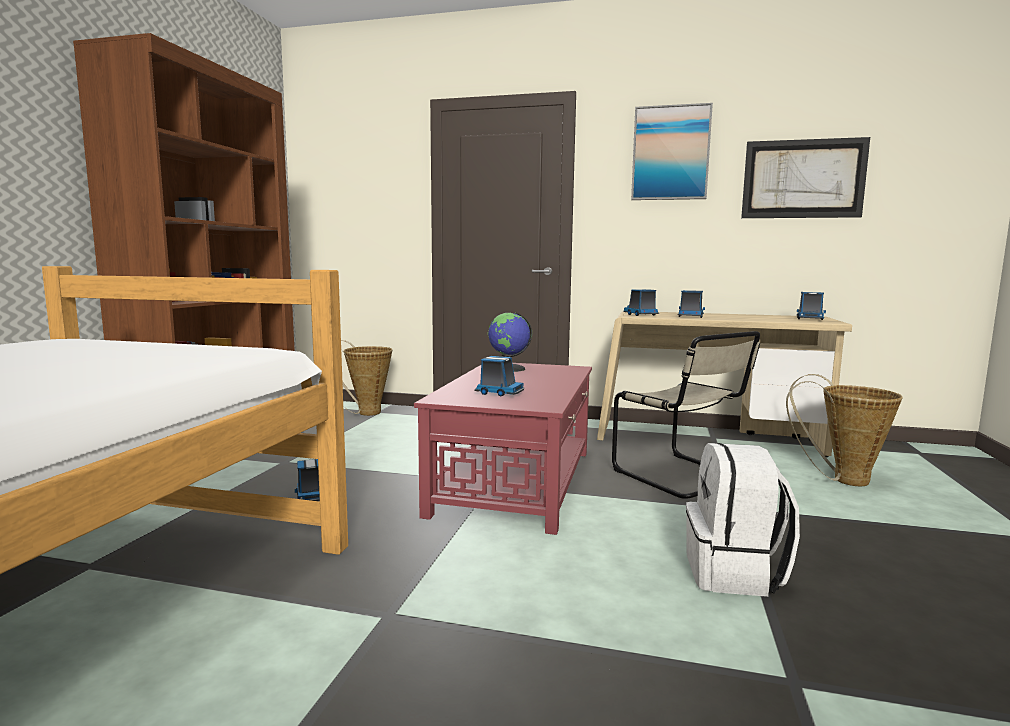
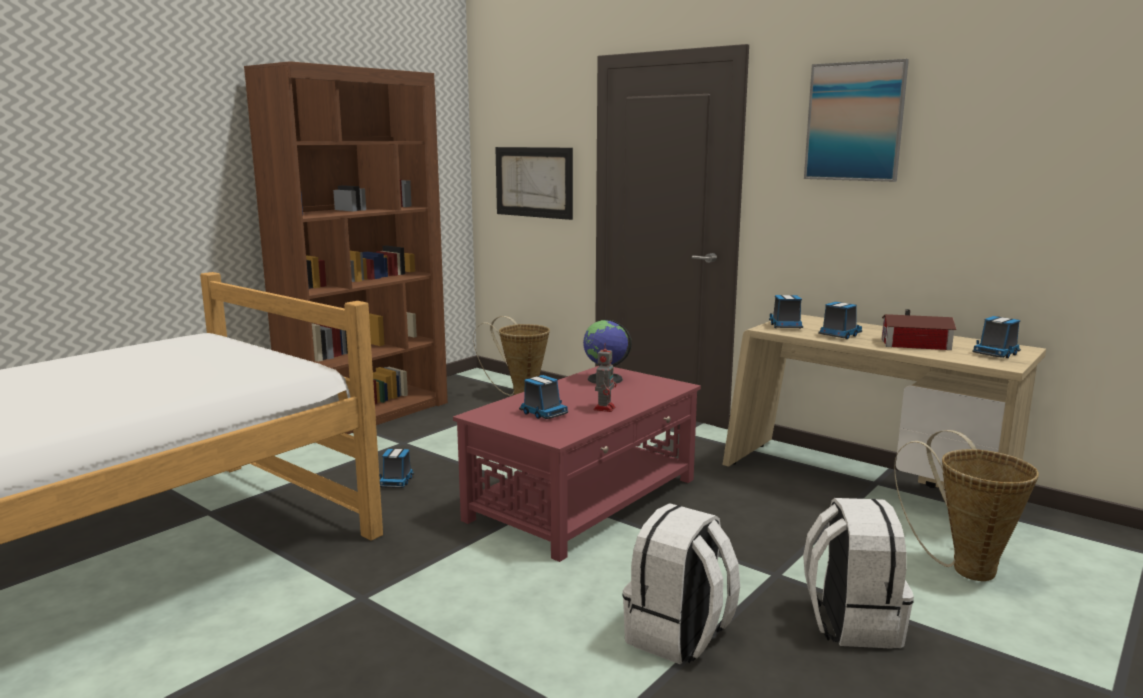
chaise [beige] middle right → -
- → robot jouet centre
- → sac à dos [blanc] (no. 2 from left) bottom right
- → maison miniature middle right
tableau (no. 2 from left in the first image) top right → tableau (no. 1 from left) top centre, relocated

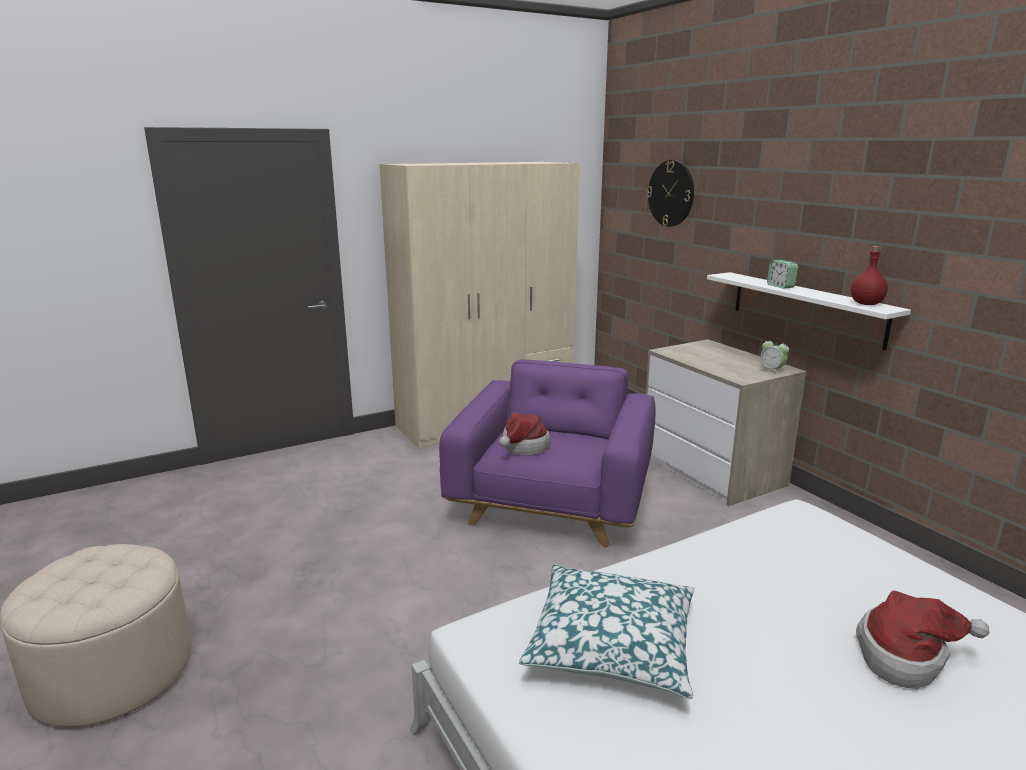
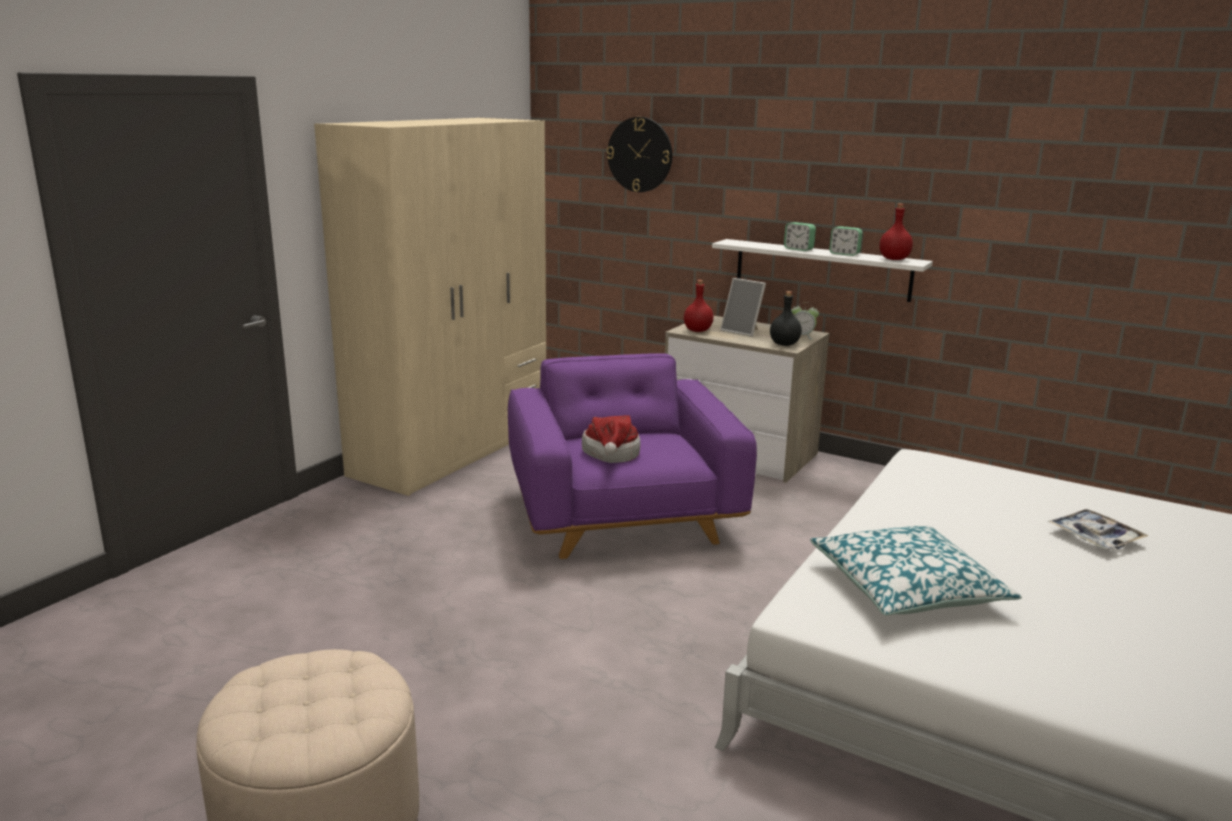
- → bouteille [rouge] (no. 1 from left) centre
- → cadre photo centre
- → bouteille [noir] centre
- → réveil (no. 3 from left) top right
chapeau (no. 2 from left) bottom right → plateau middle right

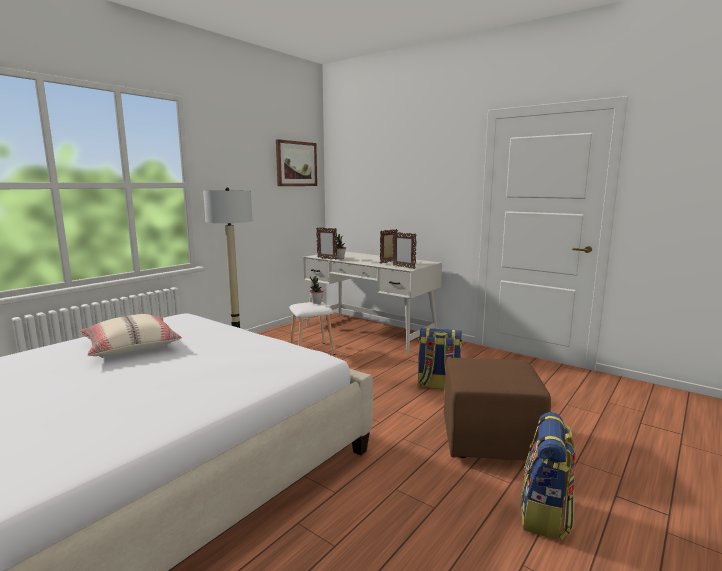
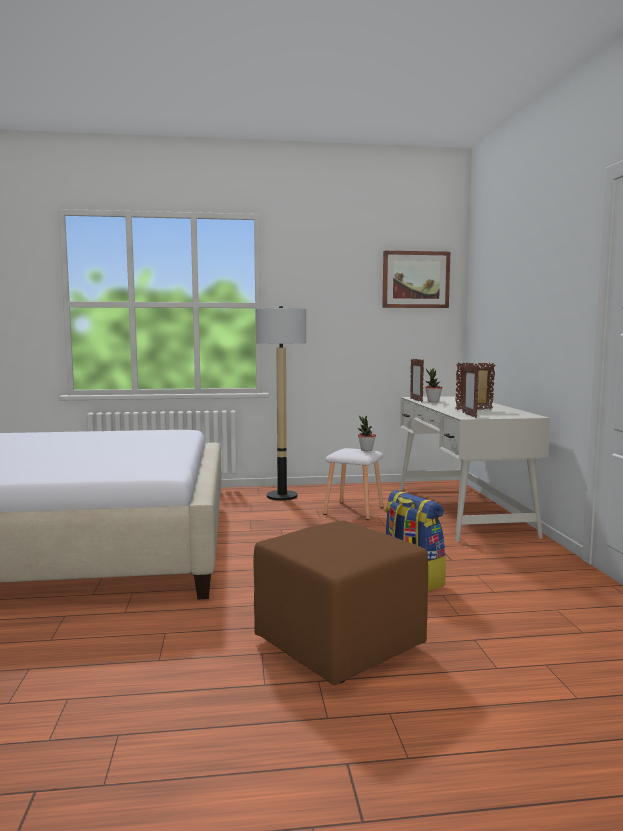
coussin [beige] middle left → -
sac à dos (no. 2 from left) bottom right → -

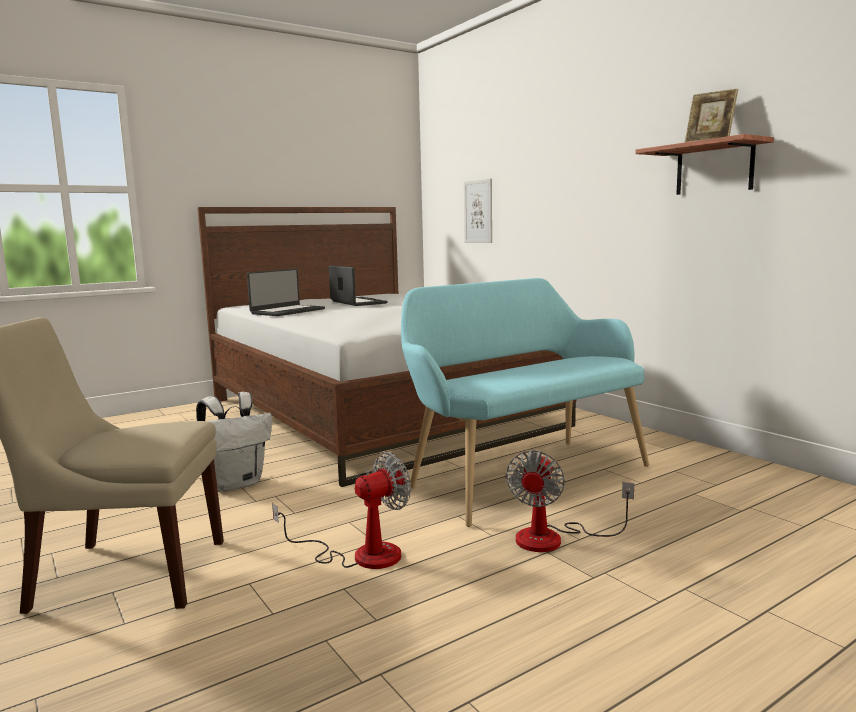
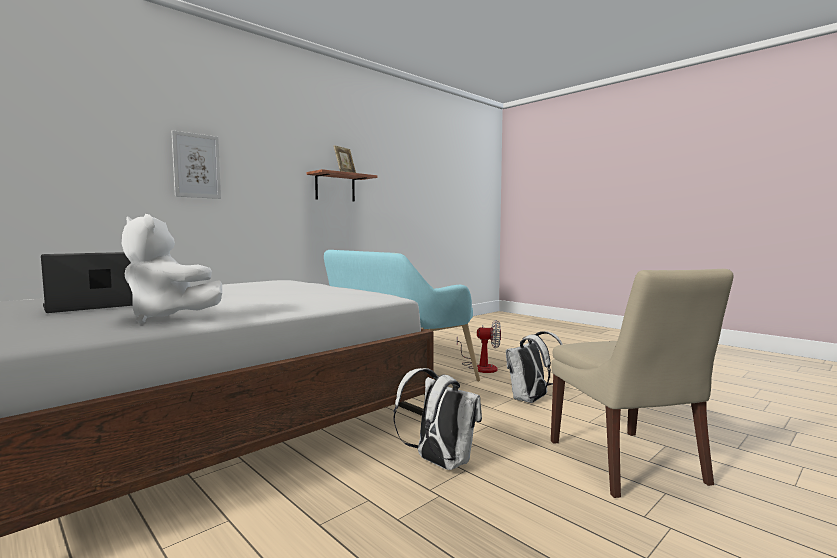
tableau top centre → tableau top left, relocated
ordinateur portable (no. 1 from left) centre → peluche [blanc] middle left
ventilateur (no. 1 from left) bottom centre → sac à dos [blanc] (no. 2 from left) centre

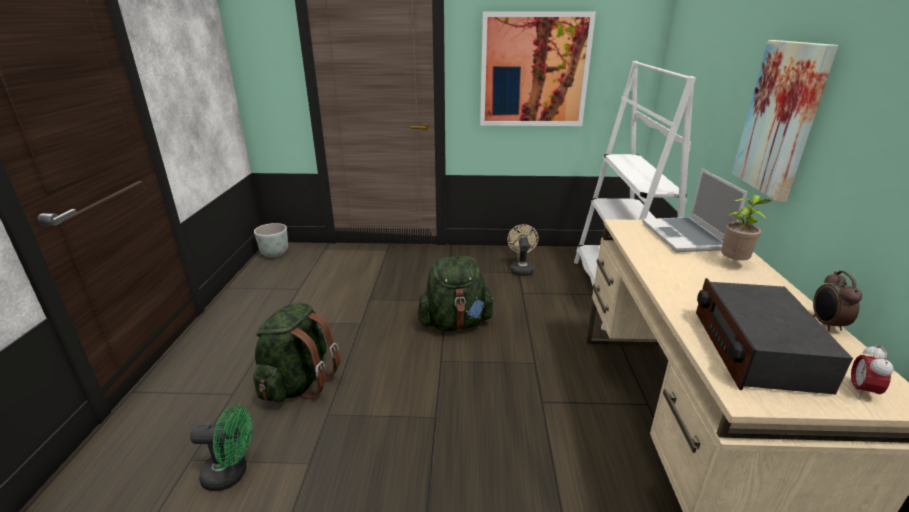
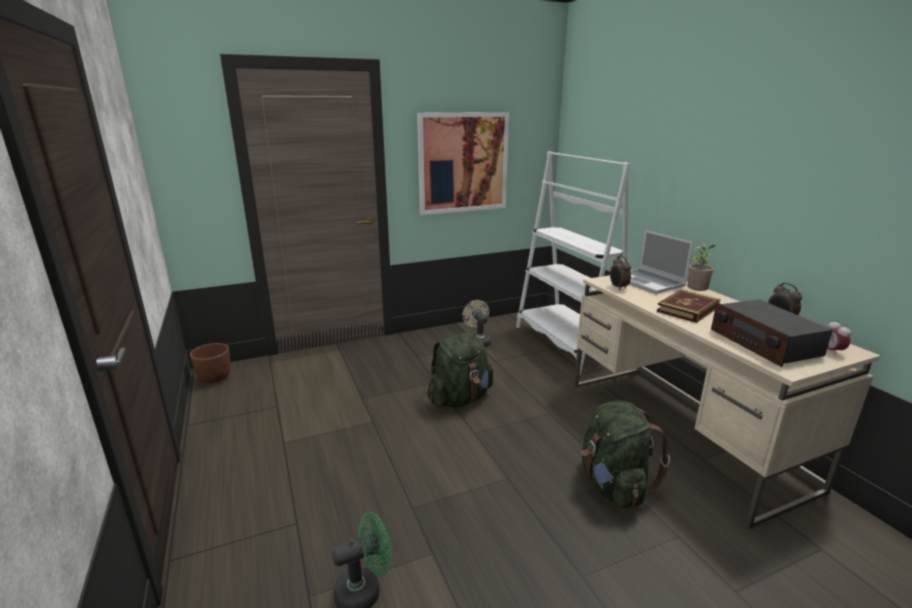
tableau (no. 2 from left) top right → -
- → réveil (no. 1 from left) middle right
- → livre middle right
sac à dos [vert] (no. 1 from left in the first image) bottom left → sac à dos [vert] (no. 2 from left) bottom right, relocated
cache-pot [gris] middle left → cache-pot [marron] middle left

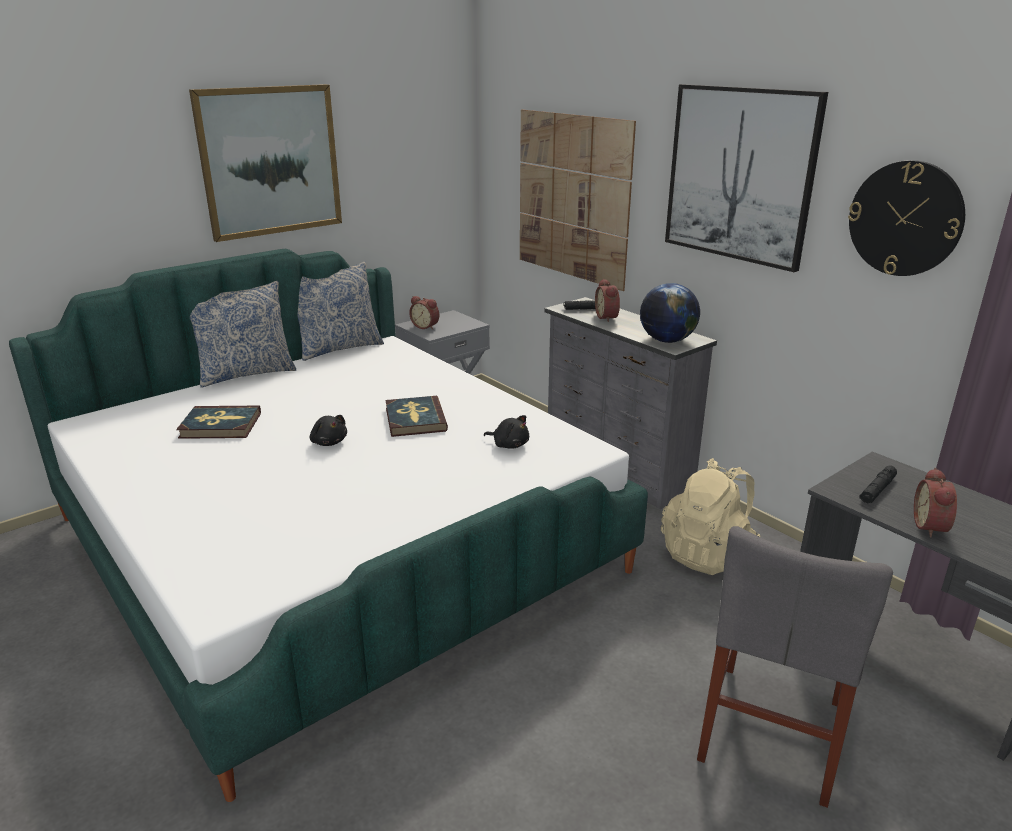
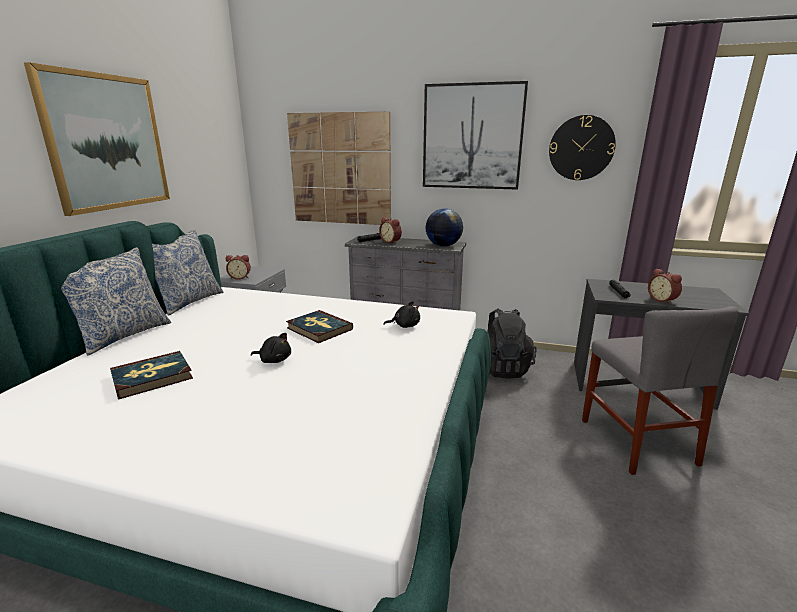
sac à dos [beige] middle right → sac à dos [noir] centre

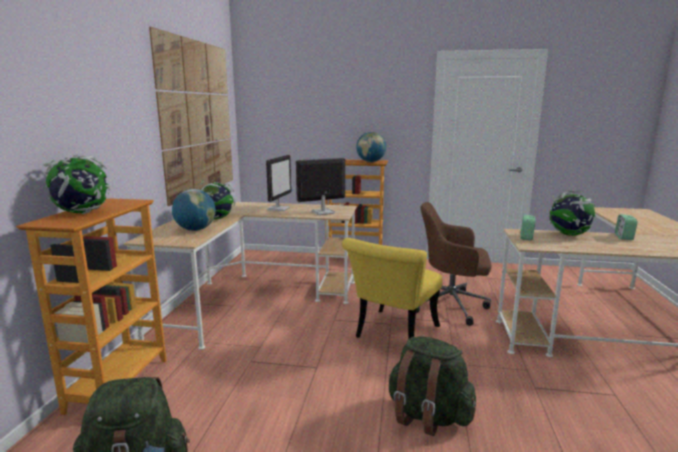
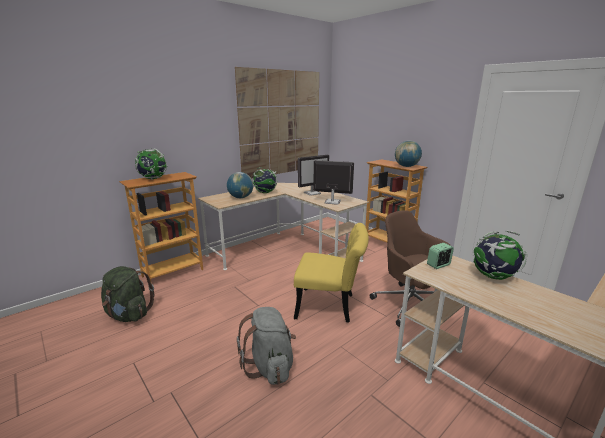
réveil (no. 2 from left) middle right → -
sac à dos [vert] (no. 2 from left) bottom centre → sac à dos [gris] bottom centre
chaise [jaune] centre, 150 degrees counterclockwise

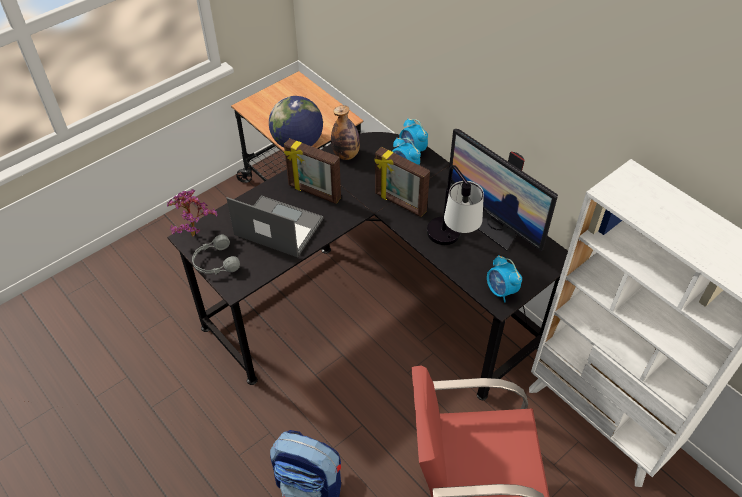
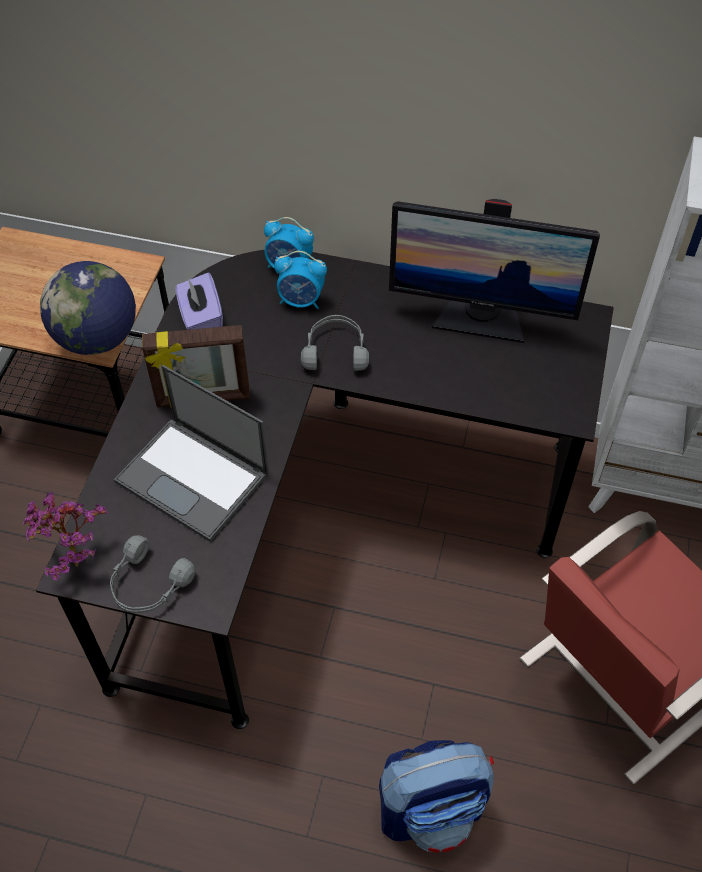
lampe de table centre → -
réveil (no. 3 from left) middle right → -
bouteille top centre → boîte à mouchoirs [violet] middle left
cadre photo (no. 2 from left) centre → casque audio [gris] (no. 2 from left) centre
ordinateur portable centre → ordinateur portable middle left, 135 degrees counterclockwise

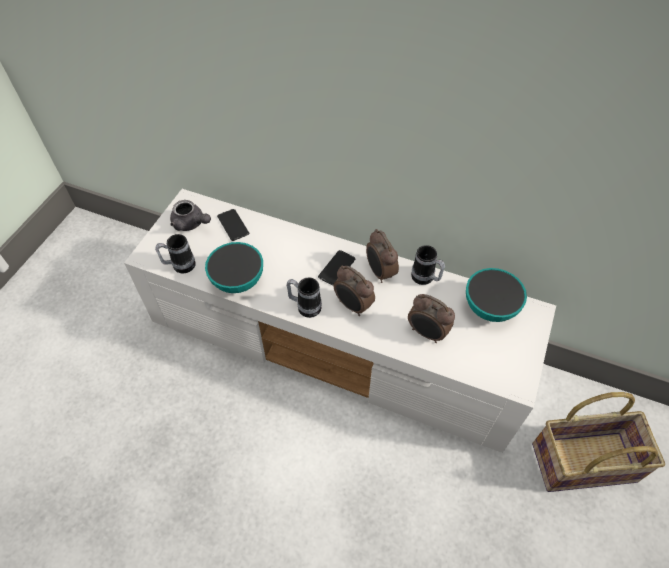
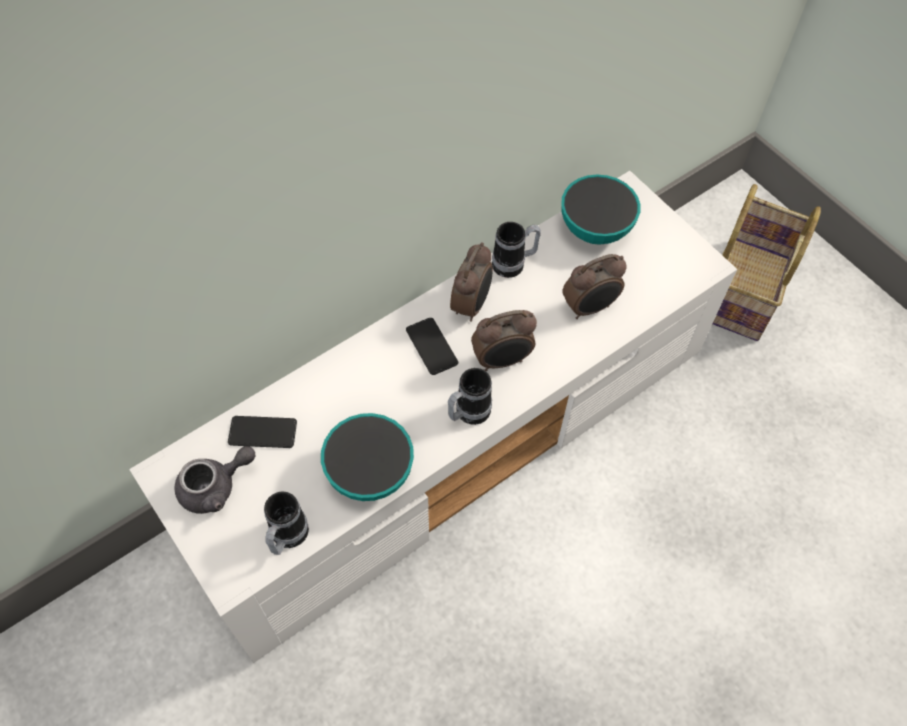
réveil (no. 2 from left in the first image) centre → réveil (no. 1 from left) centre, 75 degrees counterclockwise

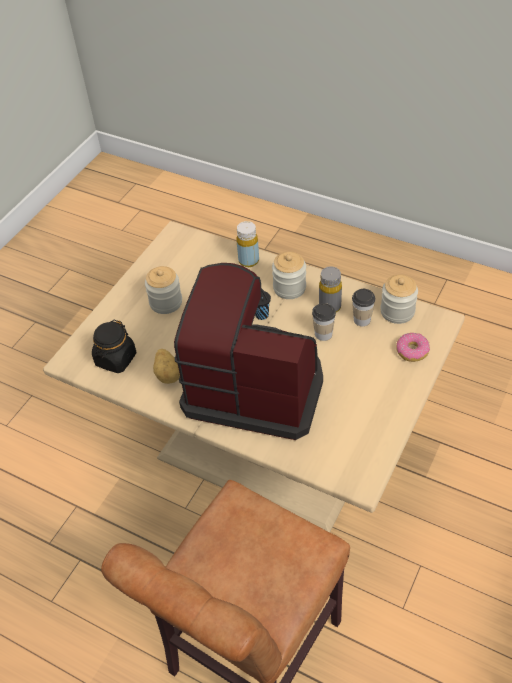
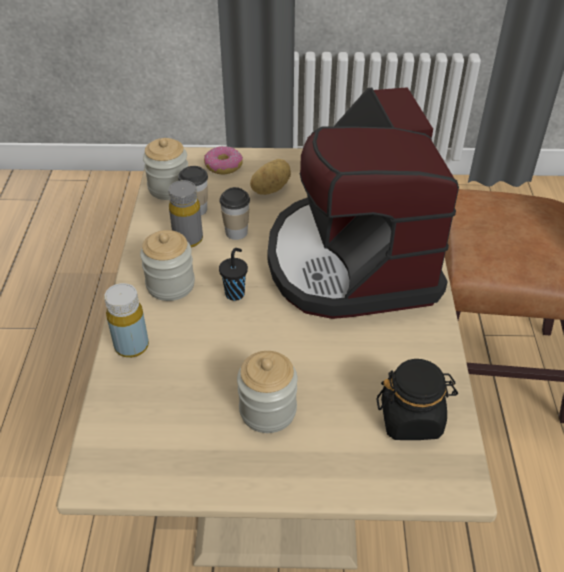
pomme de terre middle left → pomme de terre top centre, relocated

